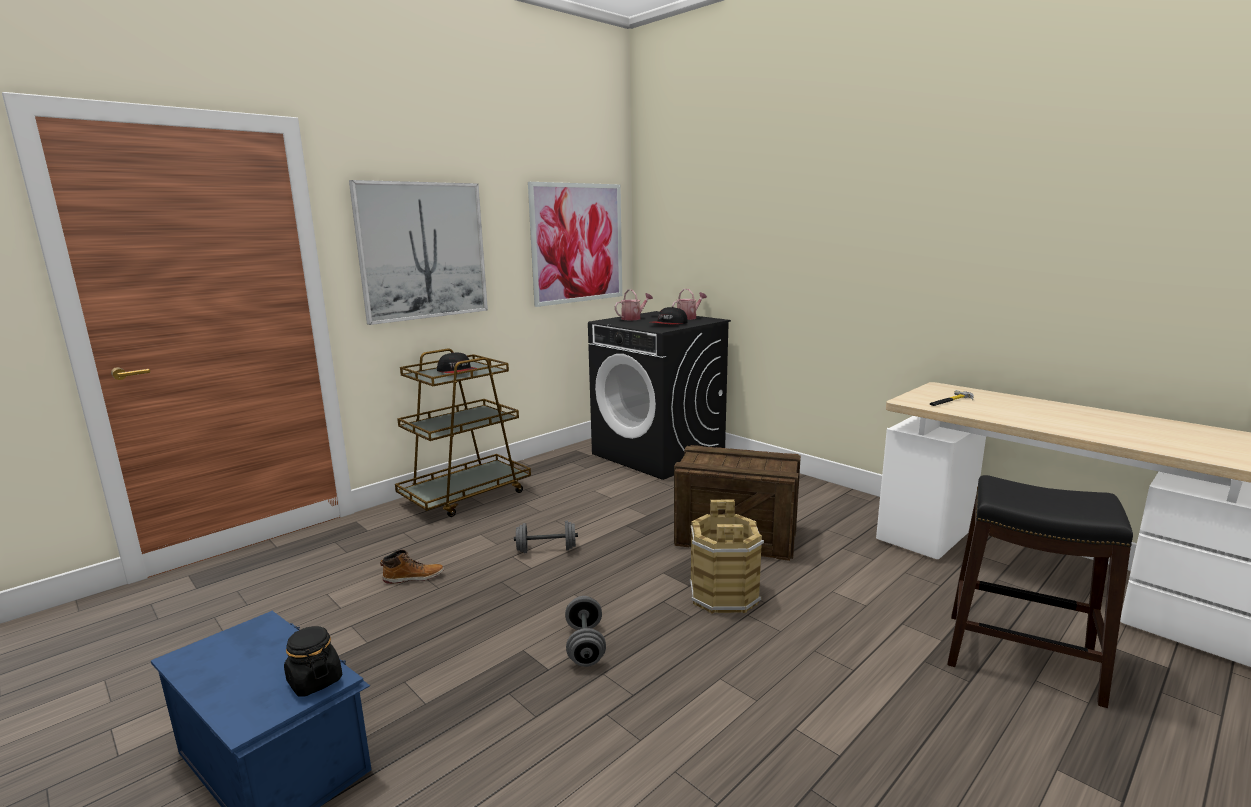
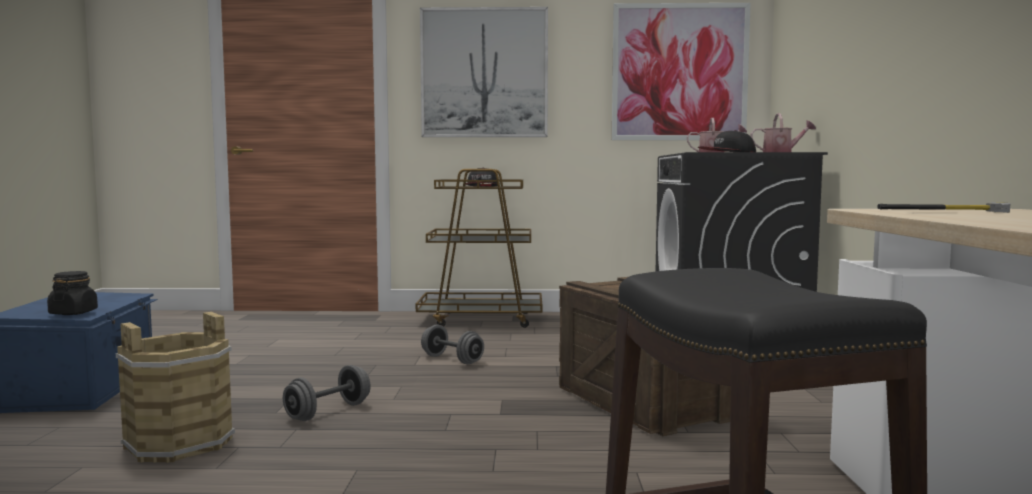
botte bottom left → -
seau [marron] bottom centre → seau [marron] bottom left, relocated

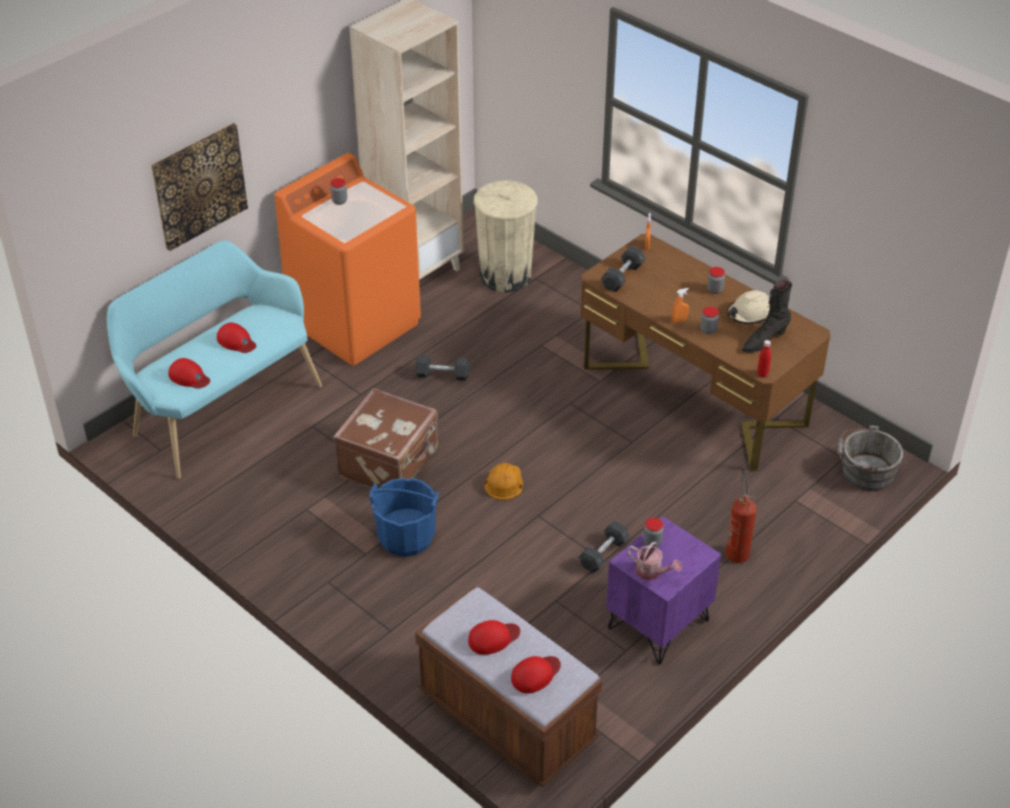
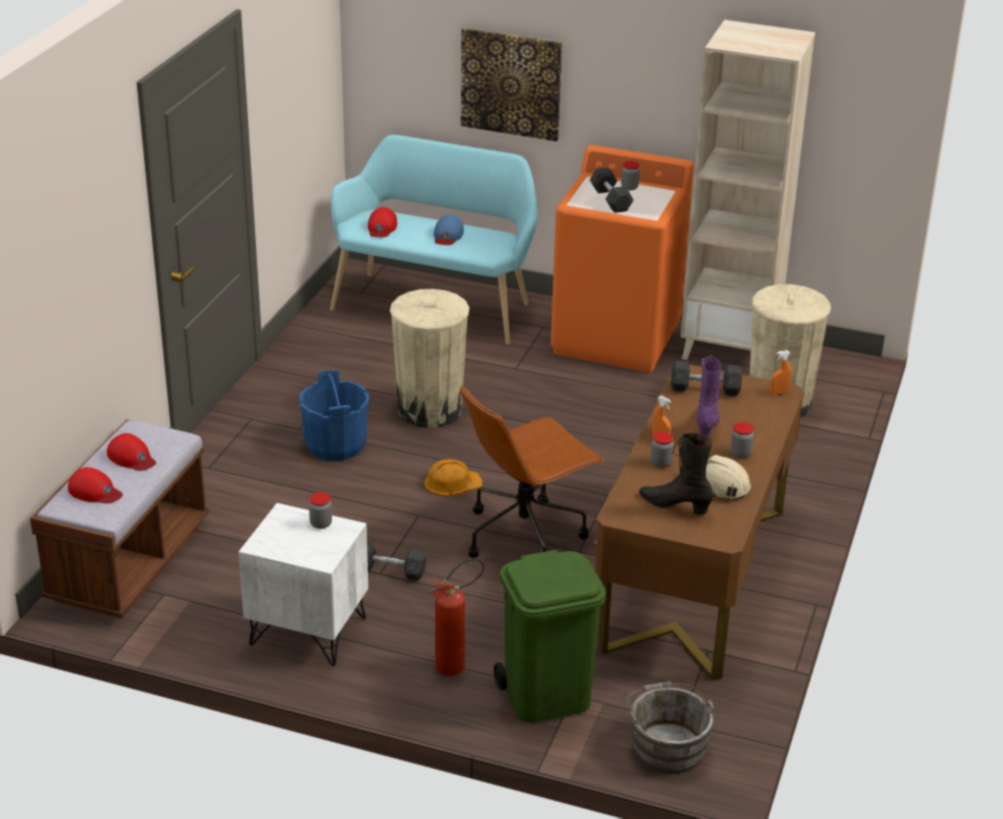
arrosoir bottom centre → -
bouteille [rouge] middle right → -
- → chaise de bureau [marron] centre
- → poubelle [vert] bottom centre
- → botte [violet] middle right
haltère [gris] (no. 1 from left in the first image) centre → haltère [gris] (no. 2 from left) top centre, relocated
valise [marron] centre → poubelle [beige] (no. 1 from left) centre
casquette [rouge] (no. 2 from left) middle left → casquette [bleu] top centre
table de chevet [violet] bottom centre → table de chevet [blanc] bottom left

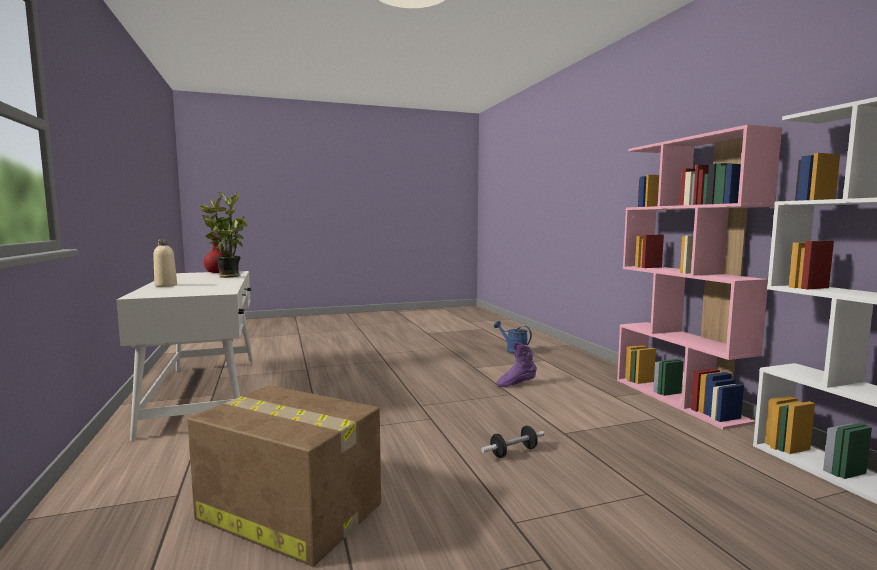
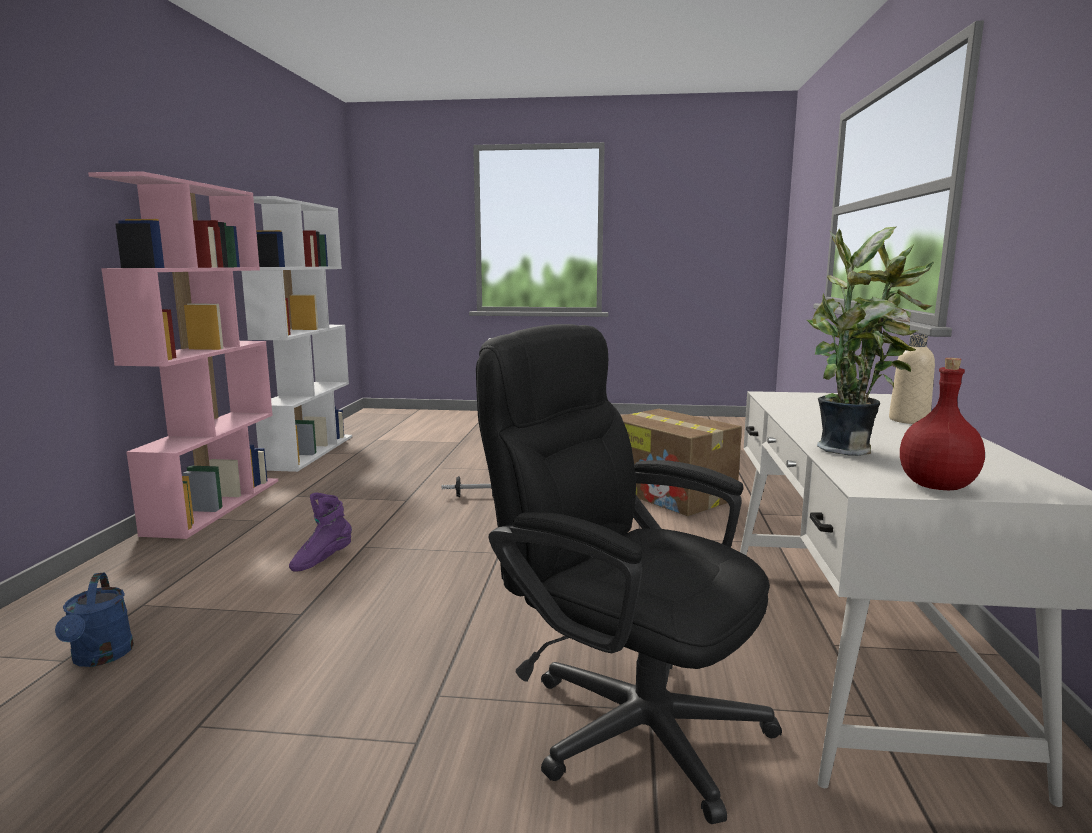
- → chaise de bureau [noir] bottom centre
botte [violet] centre → botte [violet] middle left, 120 degrees clockwise

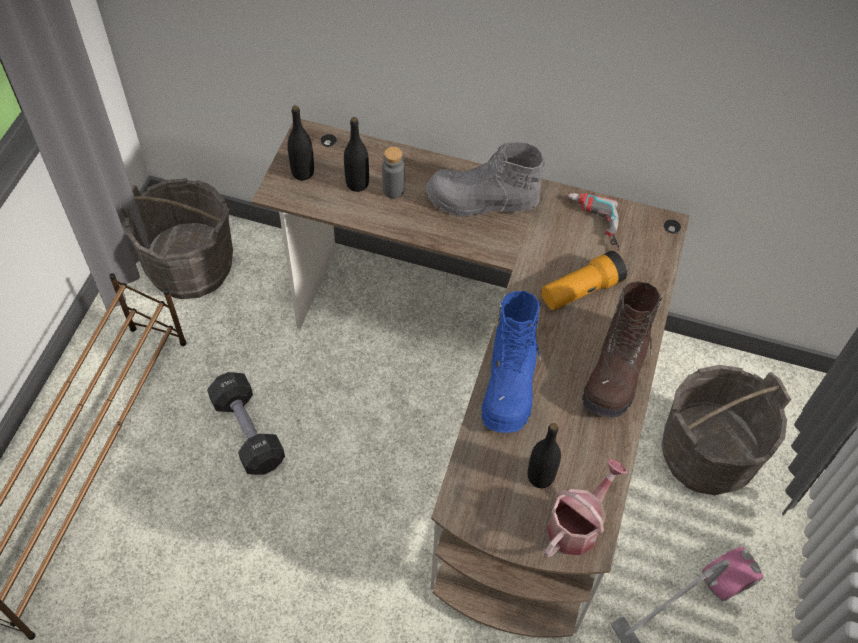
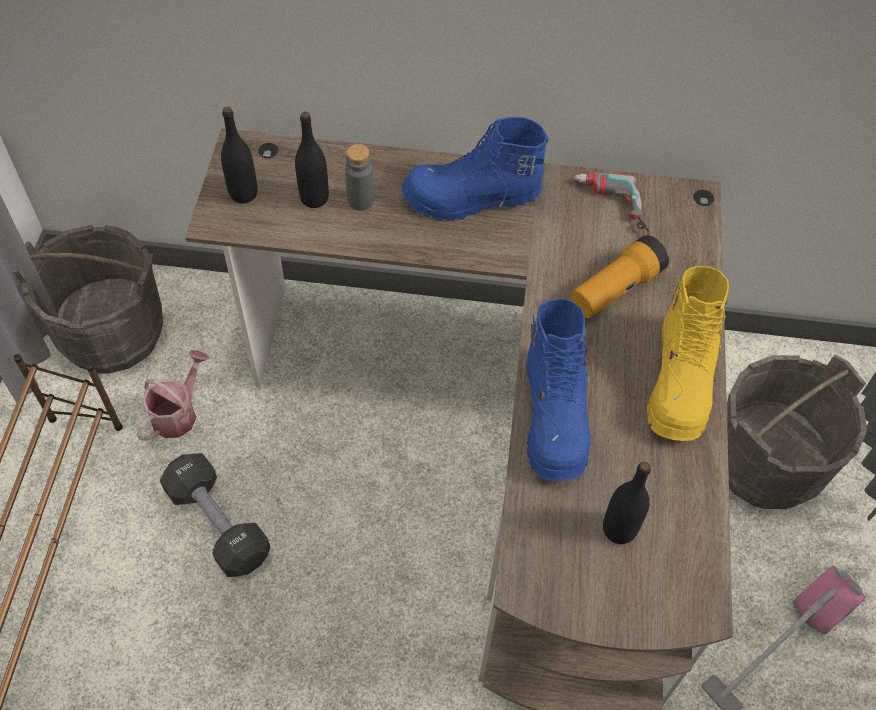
arrosoir bottom right → arrosoir middle left, relocated
botte [gris] top centre → botte [bleu] (no. 1 from left) top centre
botte [marron] middle right → botte [jaune] middle right

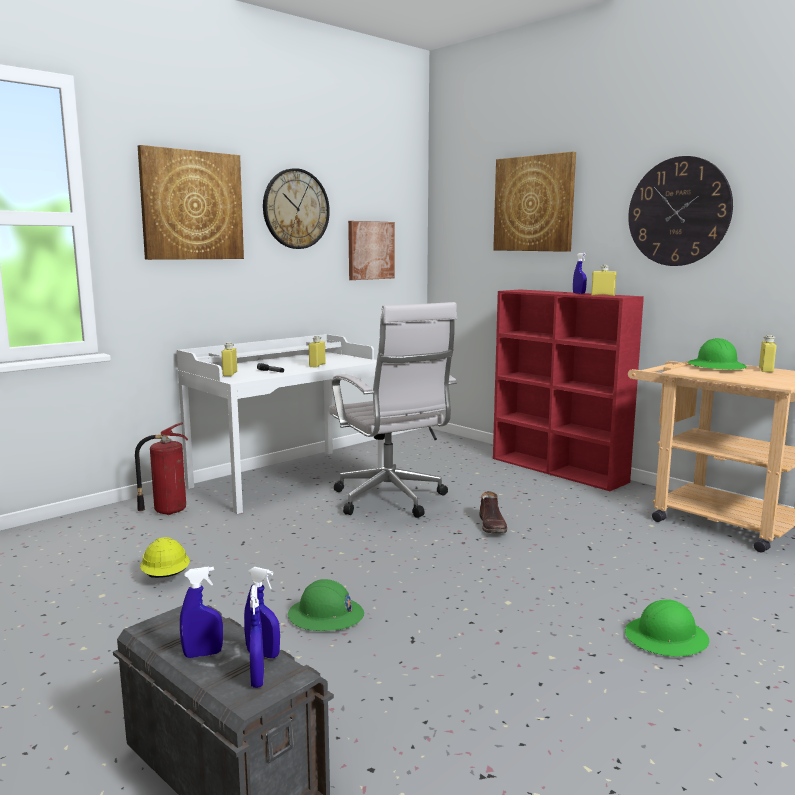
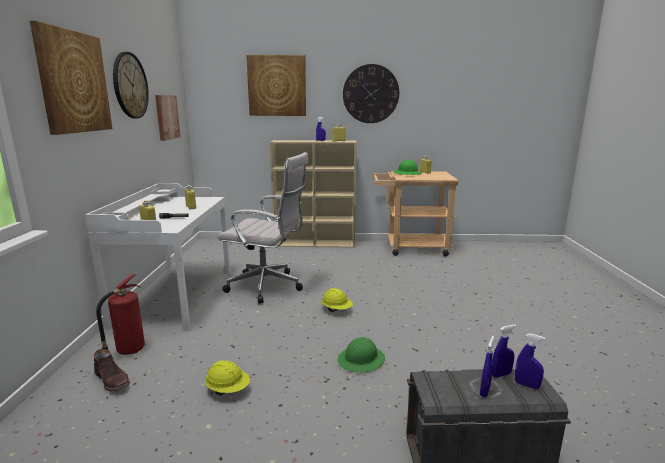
casque de chantier [vert] (no. 2 from left) bottom right → -
- → casque de chantier [jaune] (no. 2 from left) centre
botte [marron] centre → botte [marron] bottom left, relocated
bibliothèque [rouge] middle right → bibliothèque [beige] centre

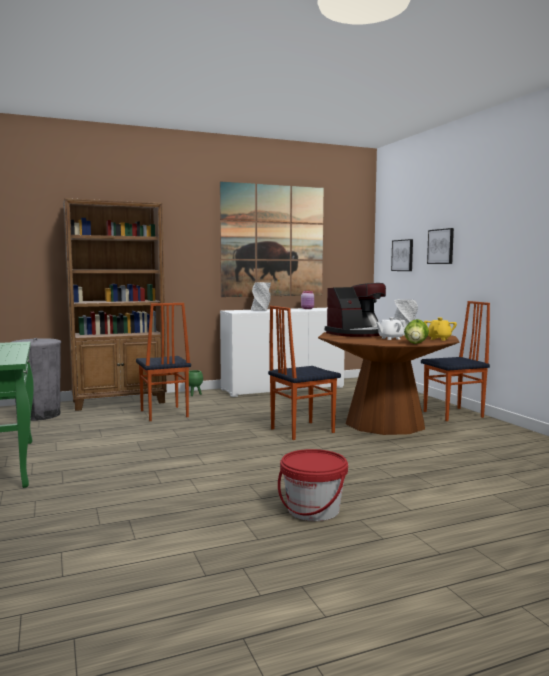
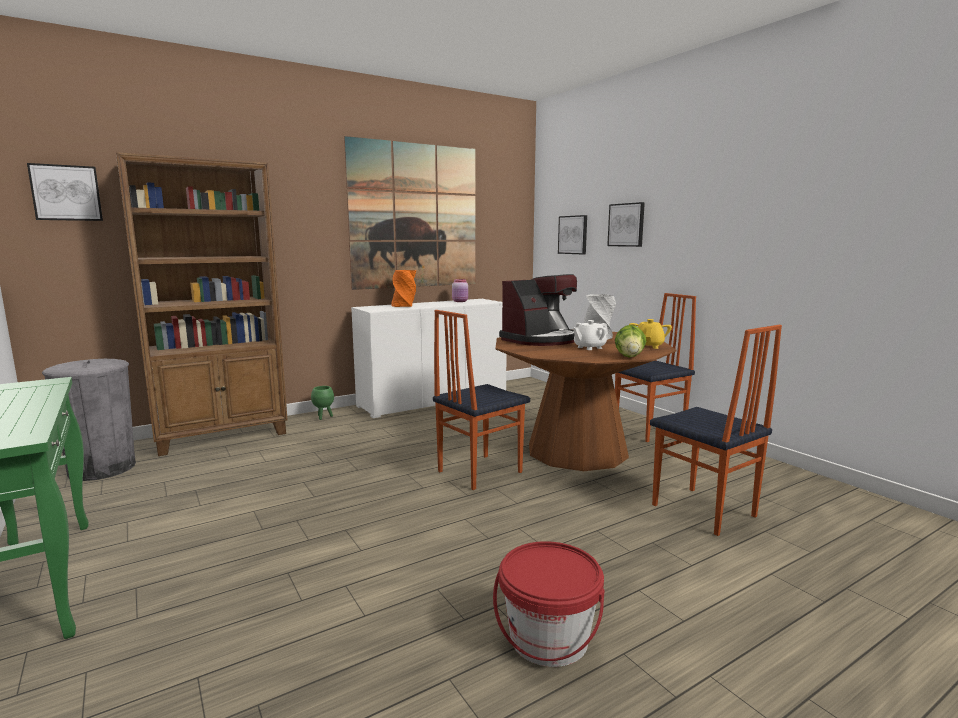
- → tableau (no. 1 from left) top left
chaise (no. 1 from left in the first image) middle left → chaise (no. 3 from left) middle right, relocated
vase [gris] (no. 1 from left) centre → vase [orange] centre

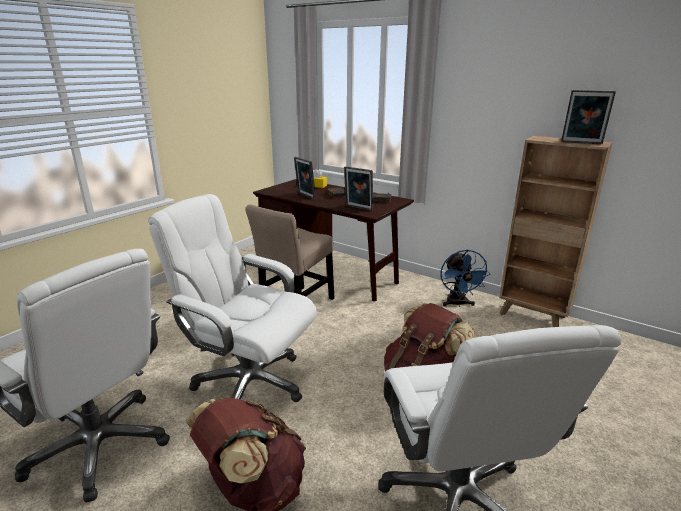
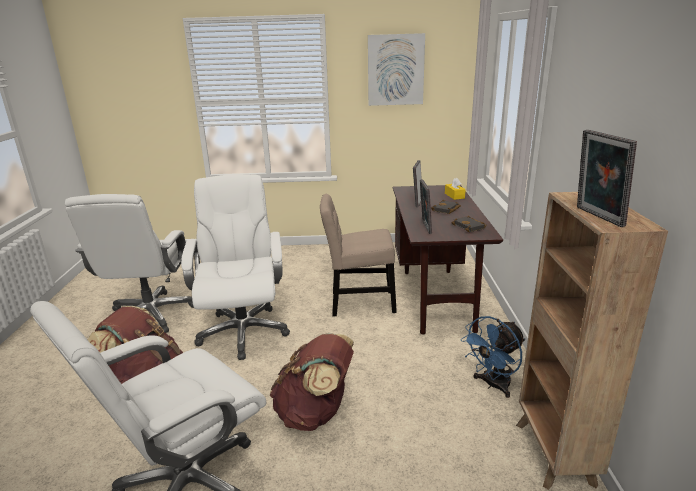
- → tableau top centre

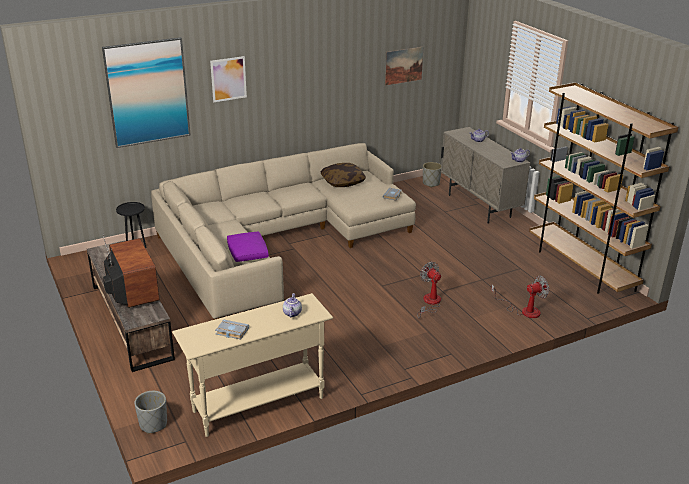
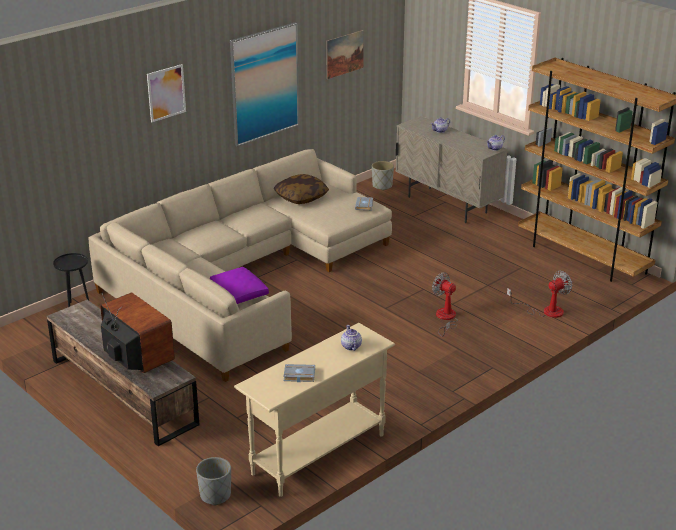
tableau (no. 1 from left in the first image) top left → tableau (no. 2 from left) top centre, relocated

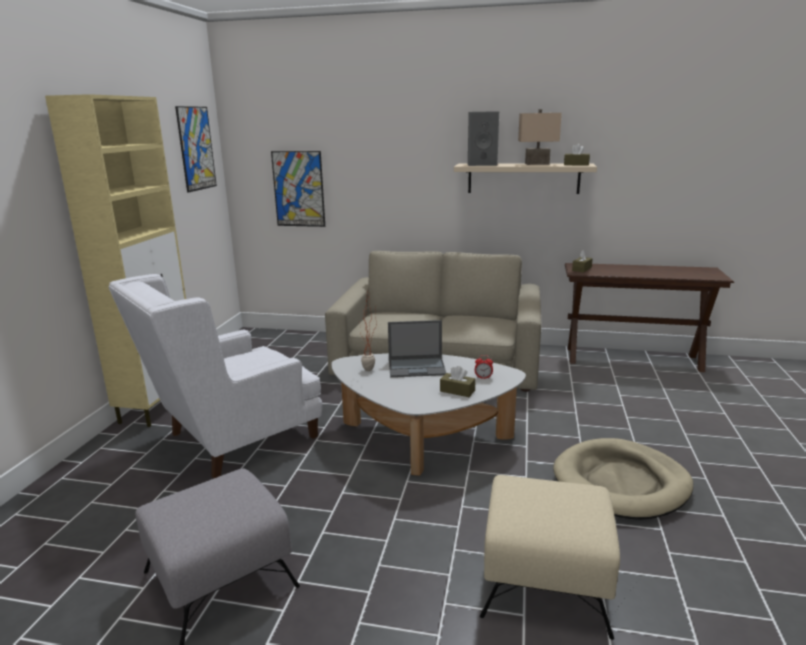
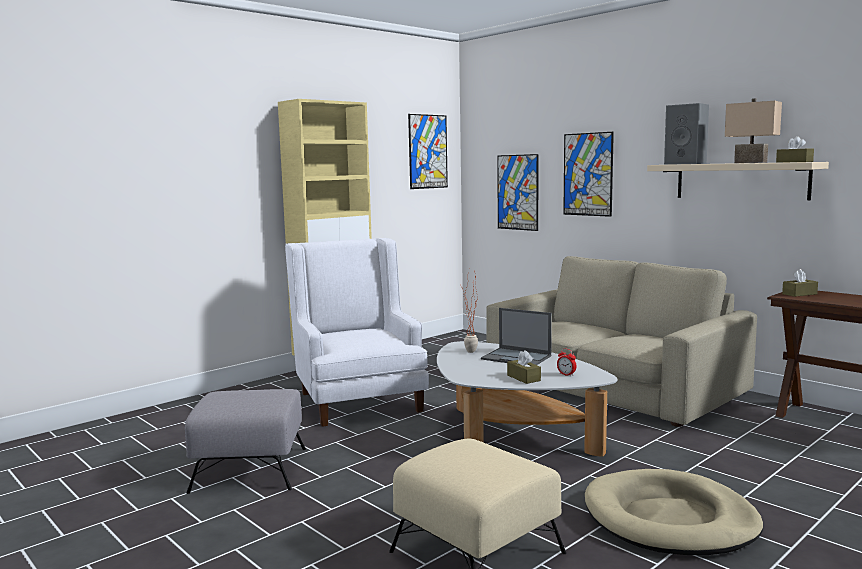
- → tableau (no. 3 from left) top right
fauteuil [blanc] middle left → fauteuil [blanc] centre, 75 degrees clockwise

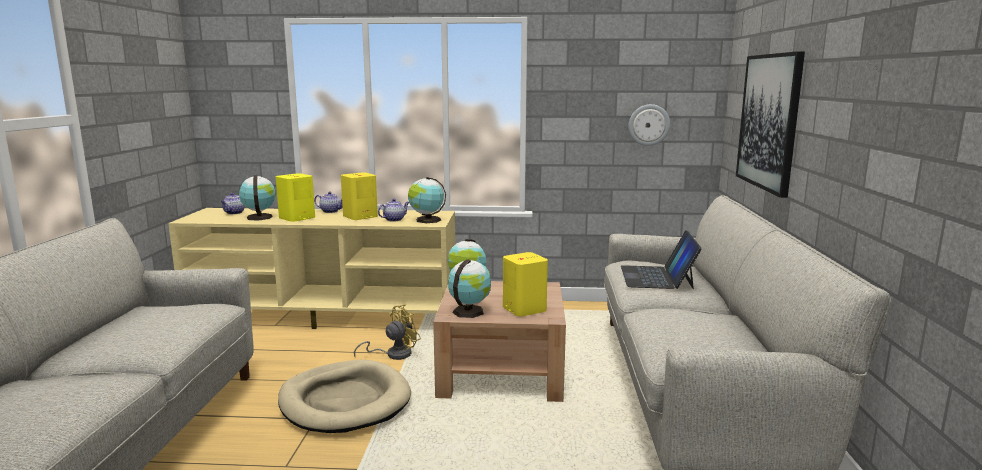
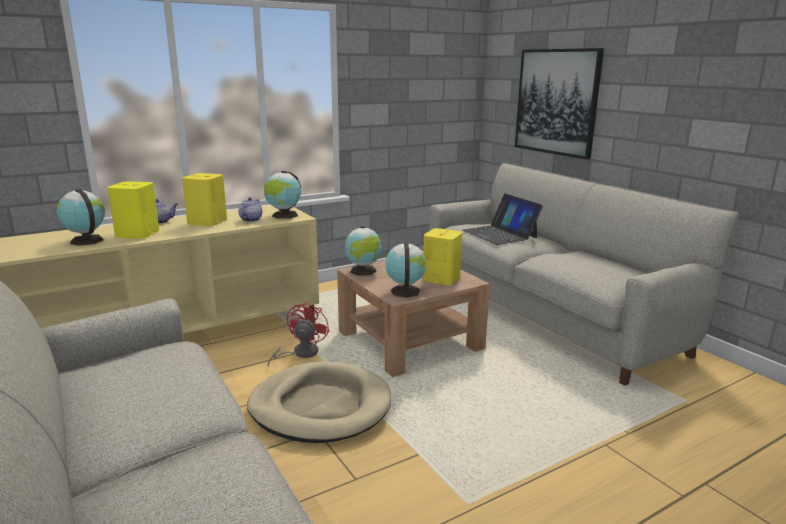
théière (no. 1 from left) middle left → -
horloge murale top centre → -
ventilateur [jaune] bottom centre → ventilateur [rouge] centre

